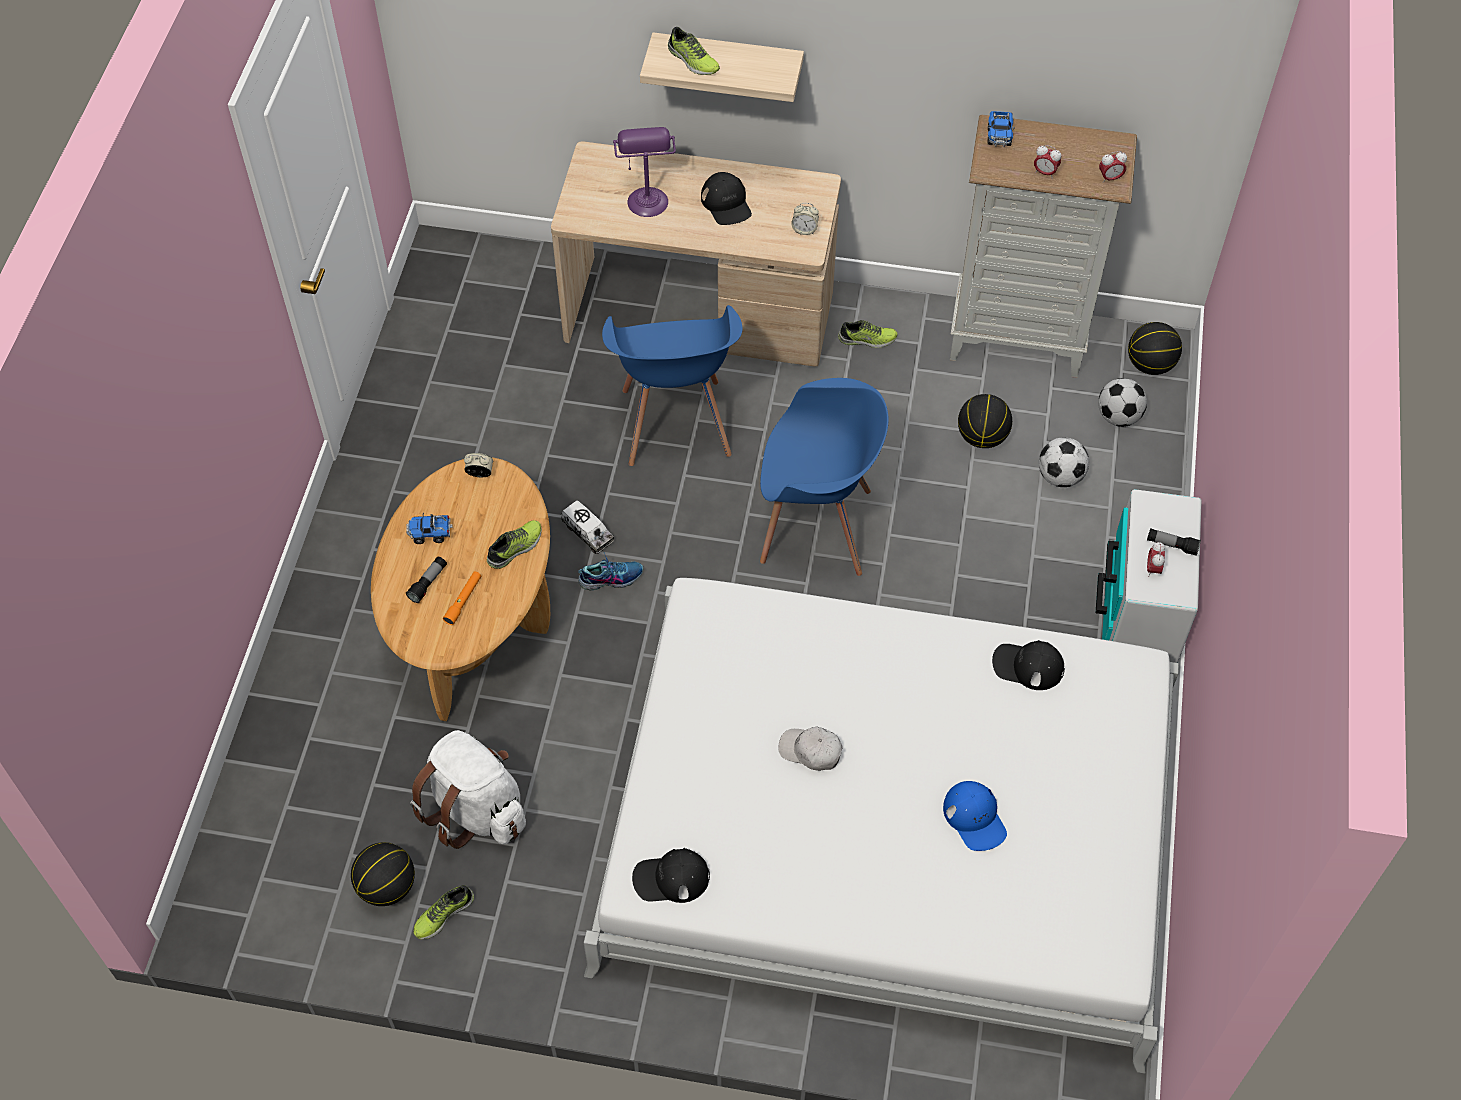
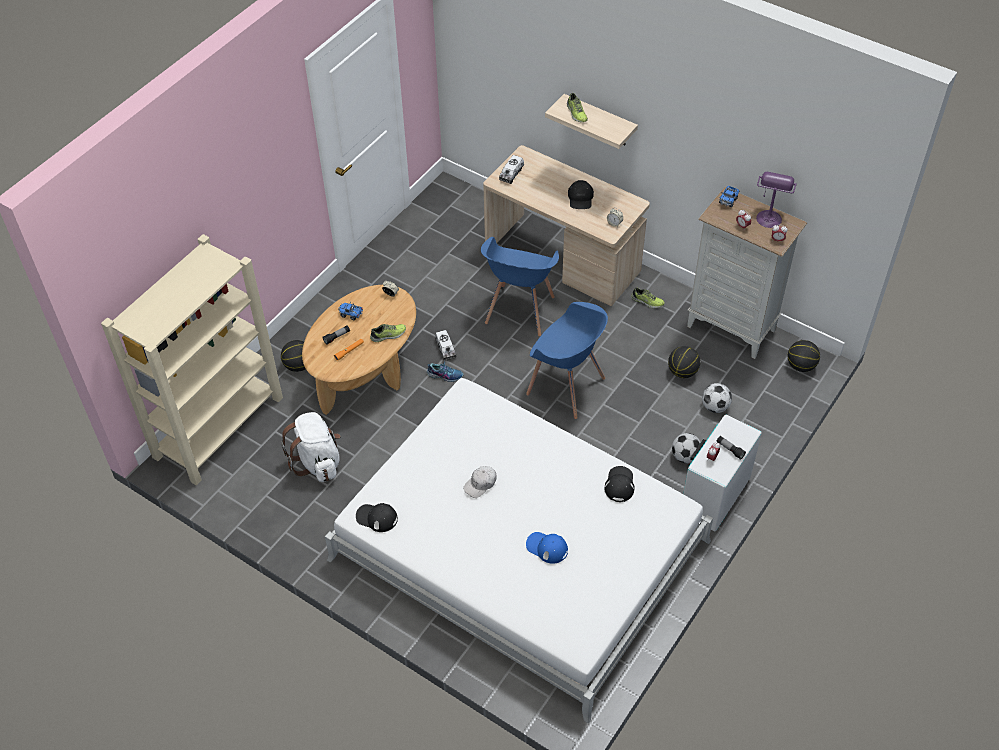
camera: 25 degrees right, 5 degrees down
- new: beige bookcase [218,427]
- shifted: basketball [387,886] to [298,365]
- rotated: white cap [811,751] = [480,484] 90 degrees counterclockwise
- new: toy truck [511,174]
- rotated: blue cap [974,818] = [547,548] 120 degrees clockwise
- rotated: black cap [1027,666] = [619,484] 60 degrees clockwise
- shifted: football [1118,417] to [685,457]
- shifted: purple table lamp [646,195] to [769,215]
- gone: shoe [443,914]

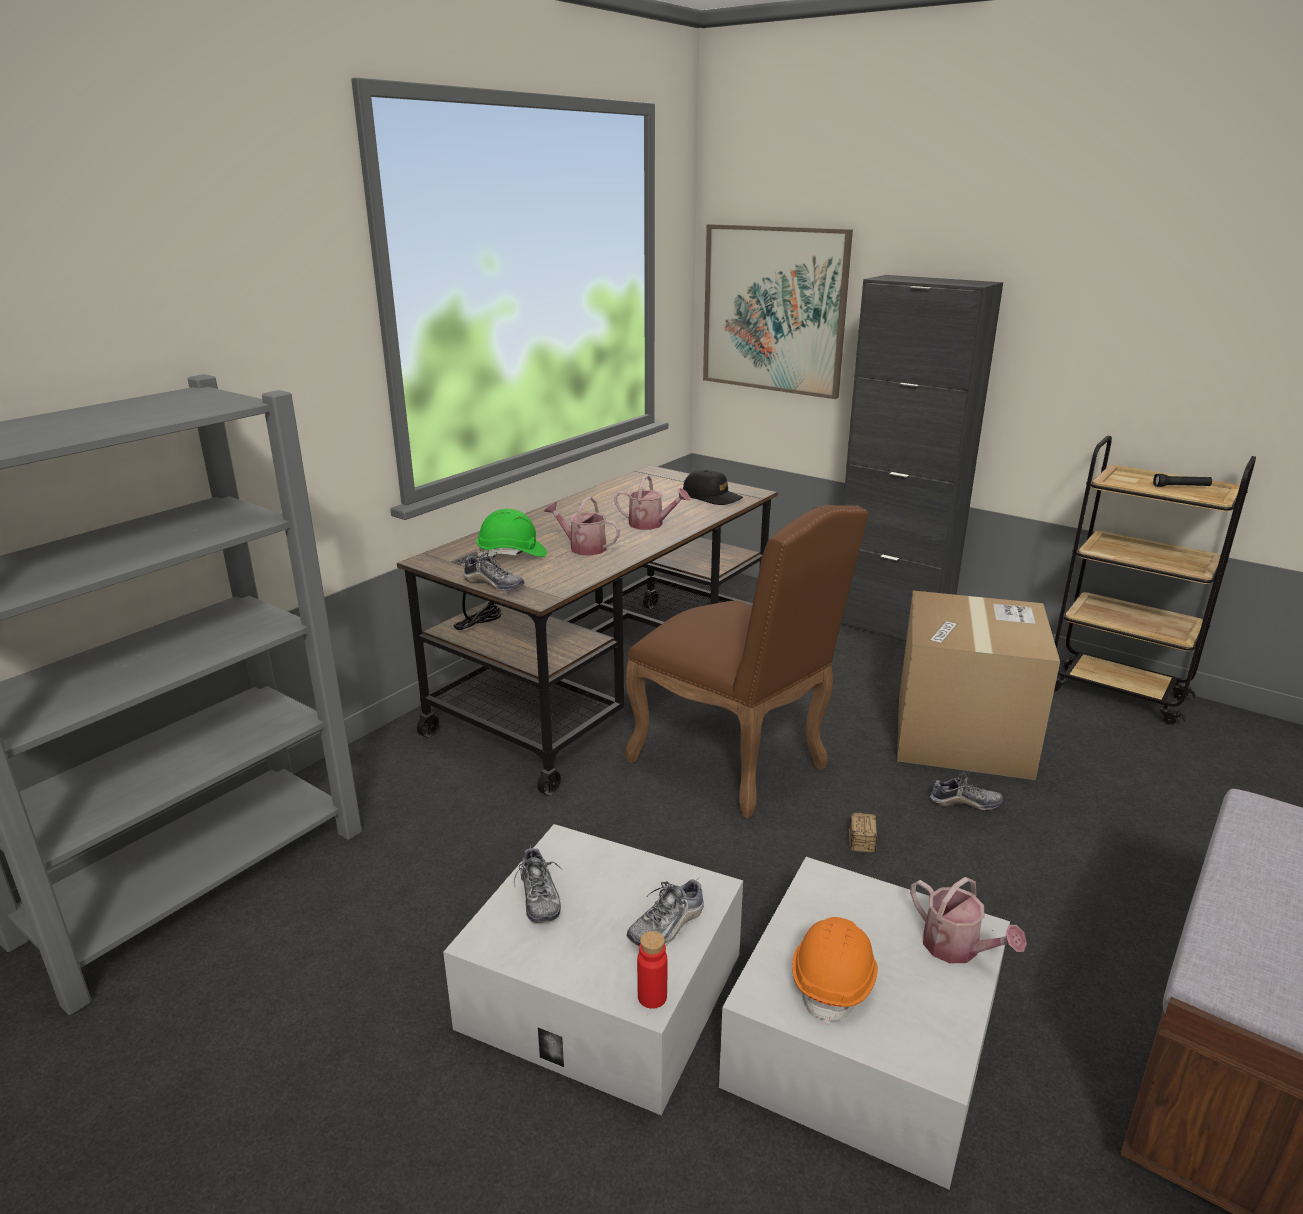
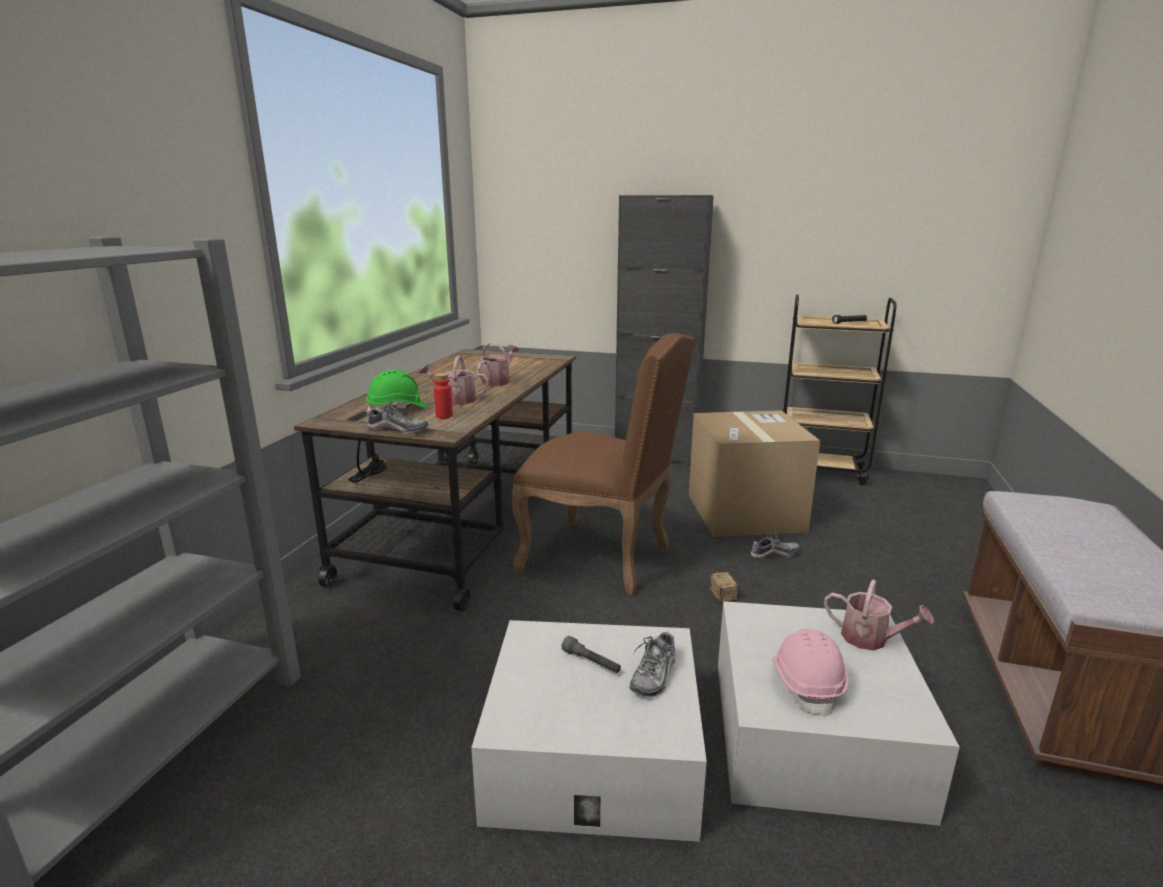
camera: 20 degrees left, 5 degrees down
- shifted: red bottle [652,997] to [444,416]
- rotated: watering can [651,524] = [498,381] 60 degrees counterclockwise
- new: grey flashlight [591,662]
- repainted: orange hard hat [834,981] to pink hard hat [806,684]
- gone: shoe [539,897]
- gone: black cap [712,497]
- gone: picture [774,310]

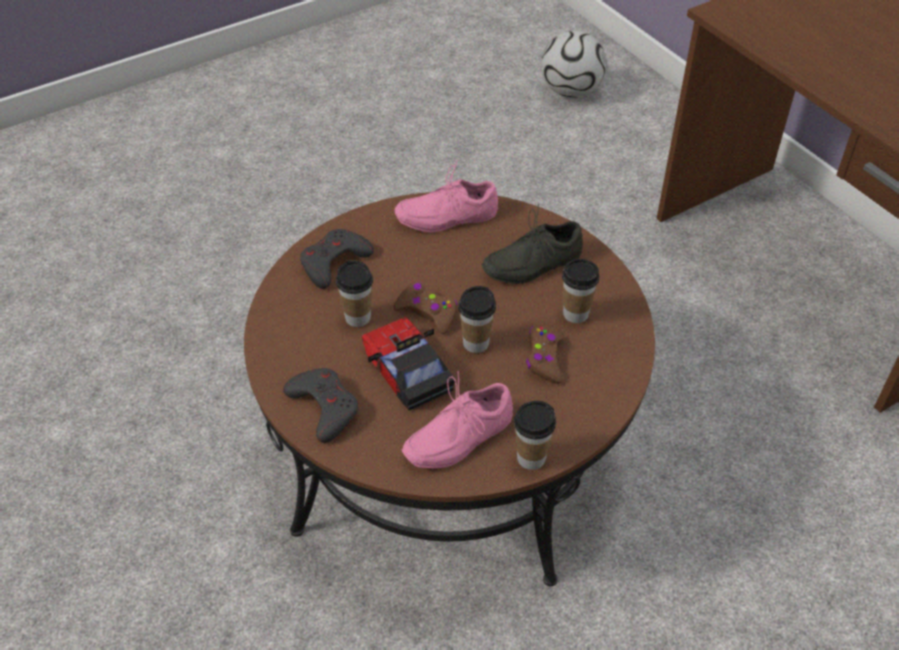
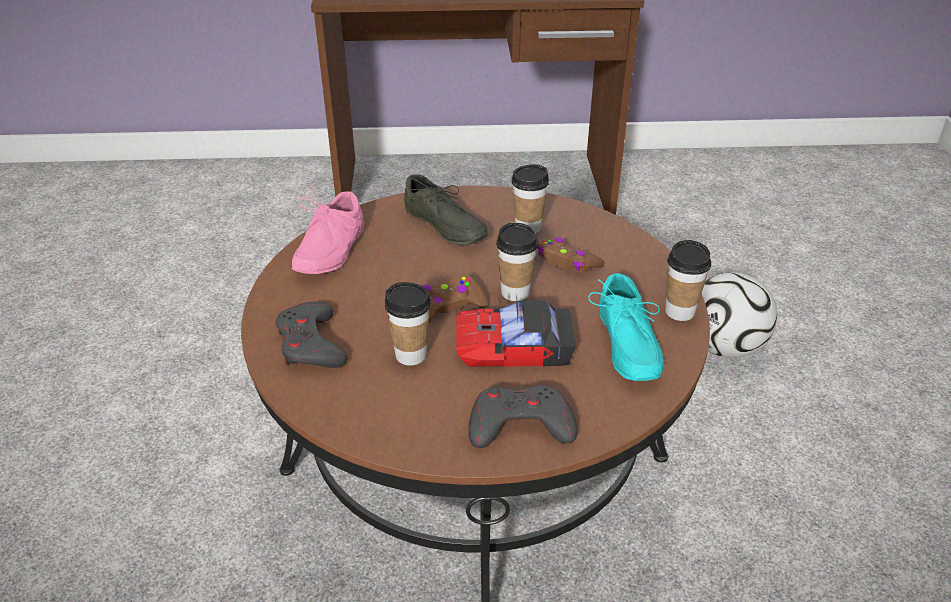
camera: 60 degrees left, 10 degrees down
- rotated: grey shoe [530,262] = [442,227] 45 degrees counterclockwise
- repainted: pink shoe [456,435] to turquoise shoe [623,345]
- shifted: football [571,91] to [724,347]

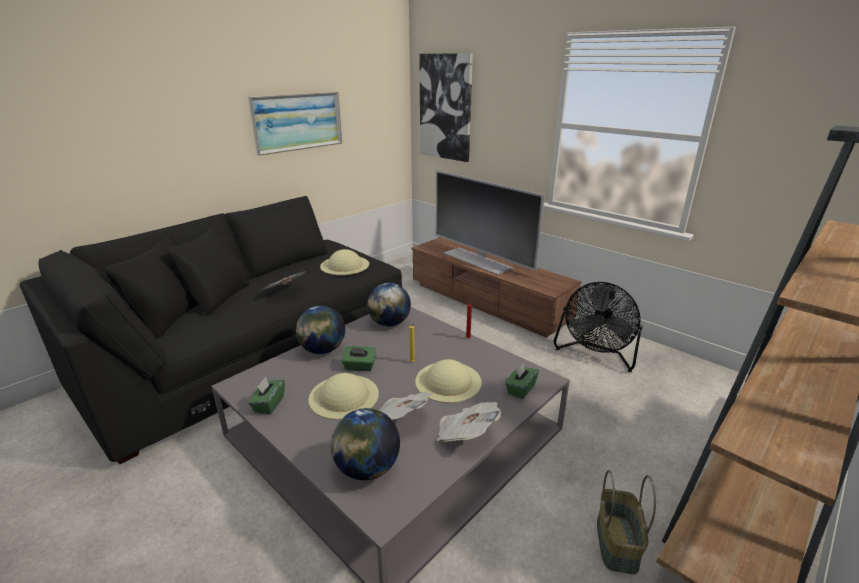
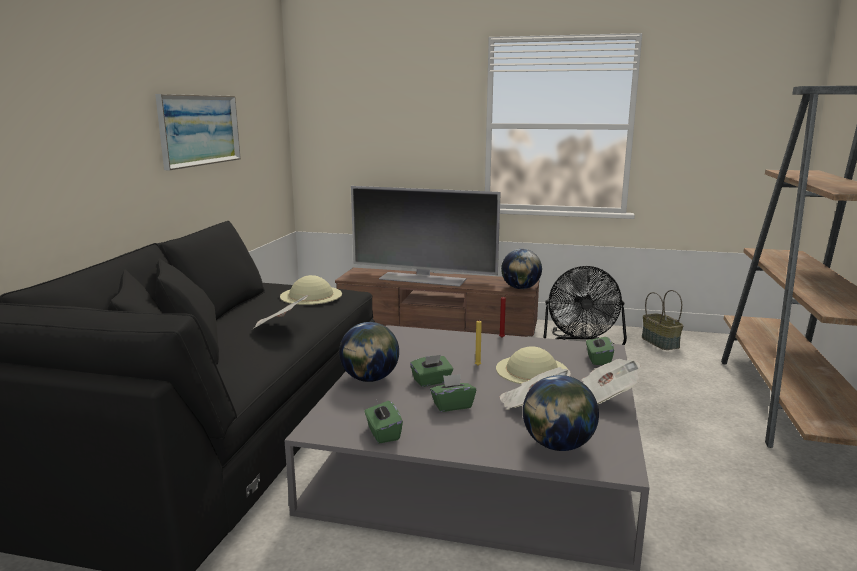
camera: 30 degrees left, 10 degrees down
- swapped: beige hat [344,396] to green tissue box [452,405]
- shifted: globe [389,323] to [520,288]
- shifted: basket [618,544] to [660,342]
- gone: picture [445,107]

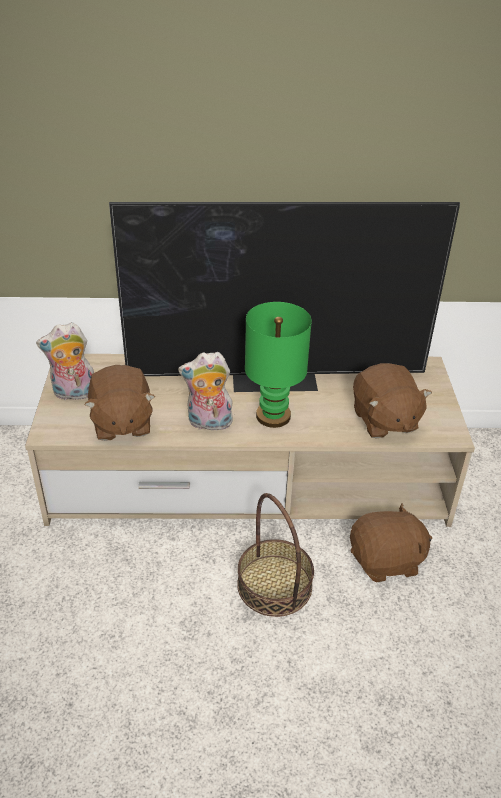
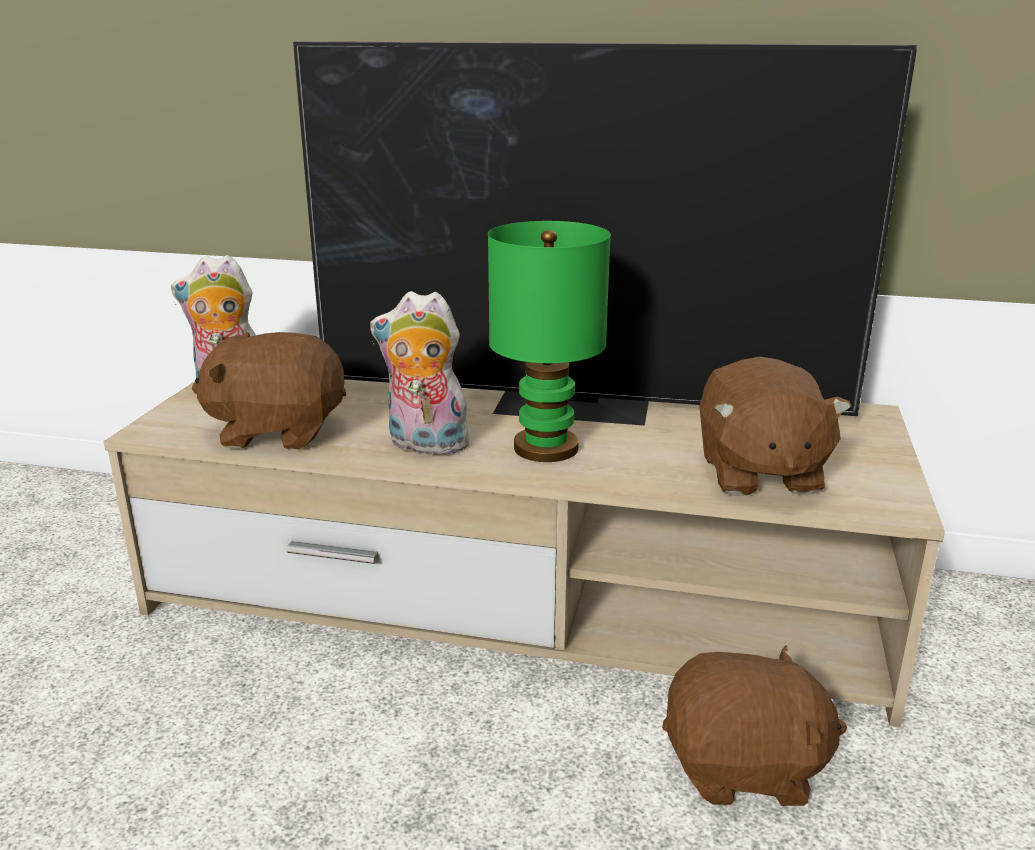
camera: 15 degrees right, 15 degrees down
- rotated: brown plush toy [121,423] = [278,431] 90 degrees clockwise
- gone: basket [275,585]

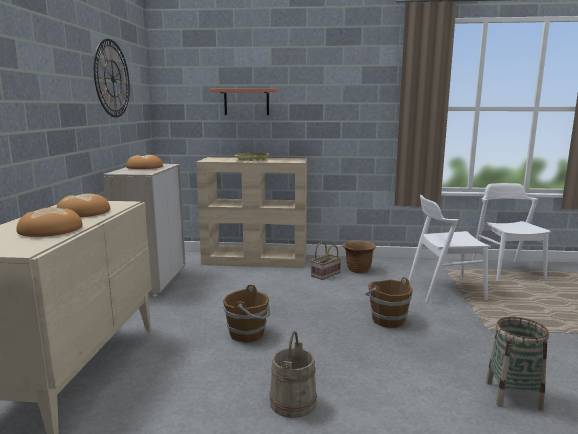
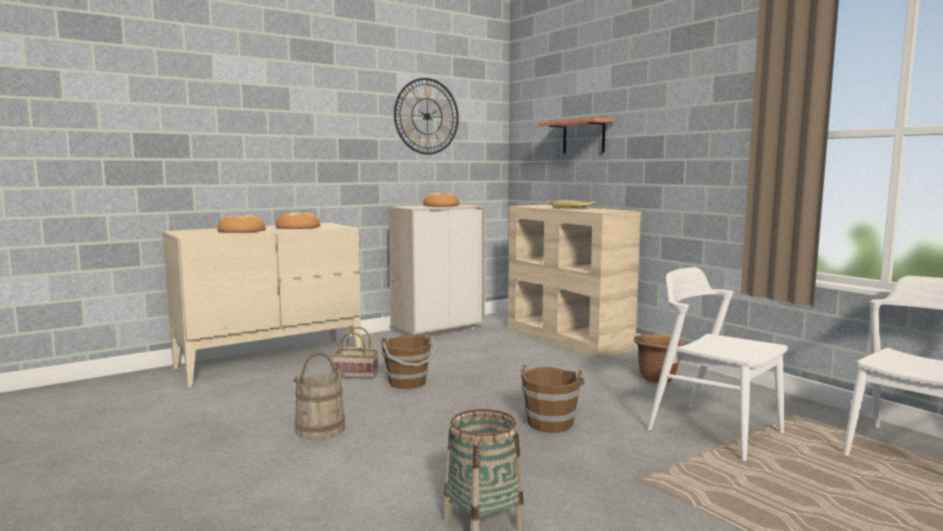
camera: 50 degrees right, 5 degrees down
- shifted: basket [325,275] to [354,375]

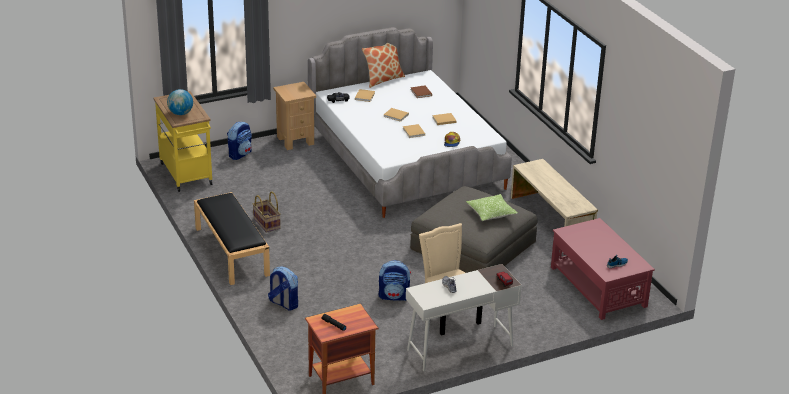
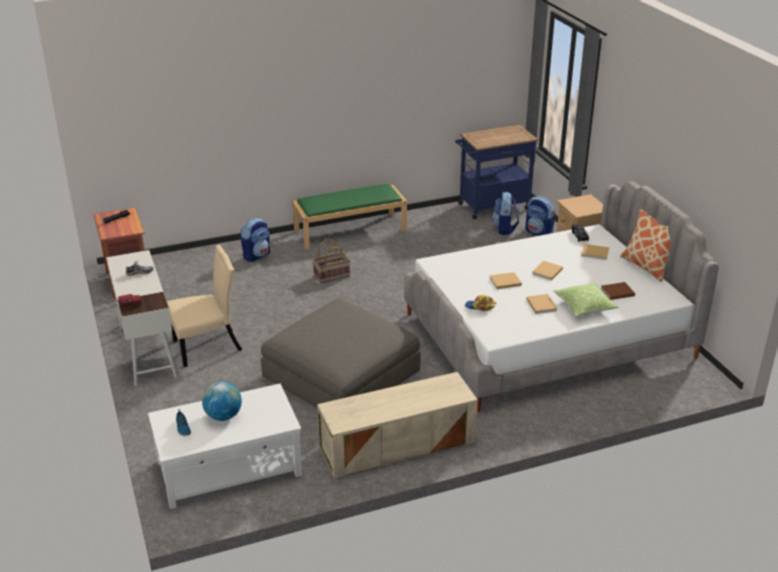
camera: 95 degrees right, 0 degrees up
- repainted: red coffee table [598,286] to white coffee table [230,468]
- shifted: globe [180,113] to [223,416]
- repainted: black bench [231,251] to green bench [351,230]
- shifted: basket [266,223] to [331,275]
- repainted: yellow cart [186,175] to blue cart [491,207]
- shifted: backpack [394,296] to [504,229]
- shifted: pillow [491,213] to [584,306]

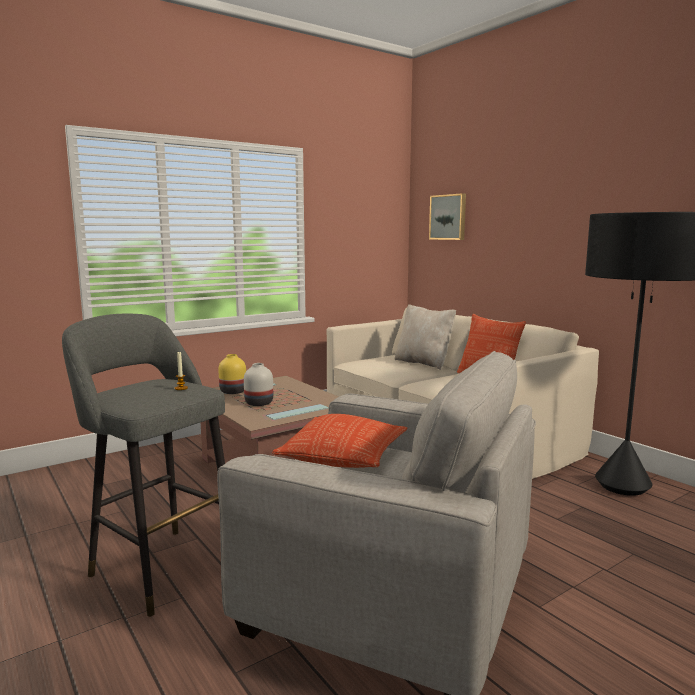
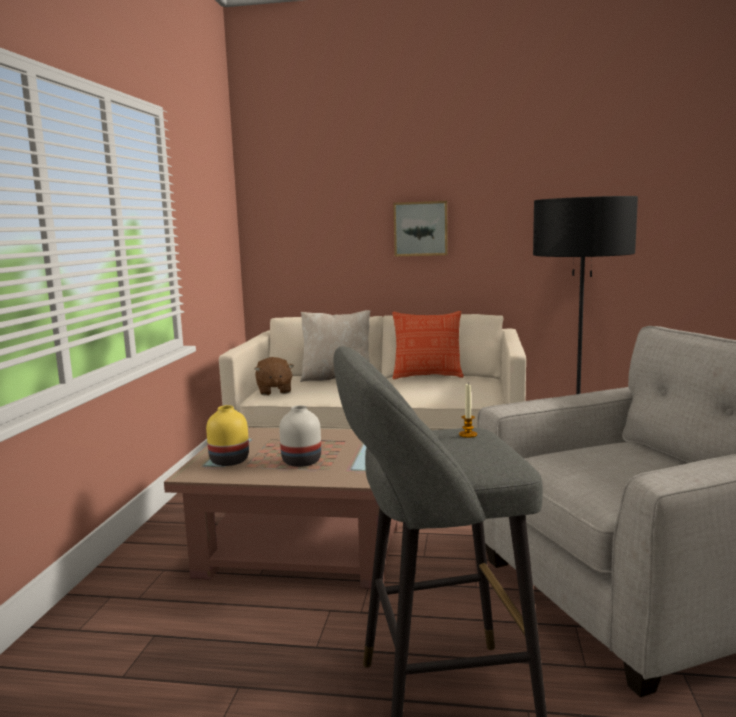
camera: 45 degrees left, 0 degrees up
- new: brown plush toy [274,391]
- shifted: picture [448,217] to [420,228]
- gone: orange pillow [342,458]

